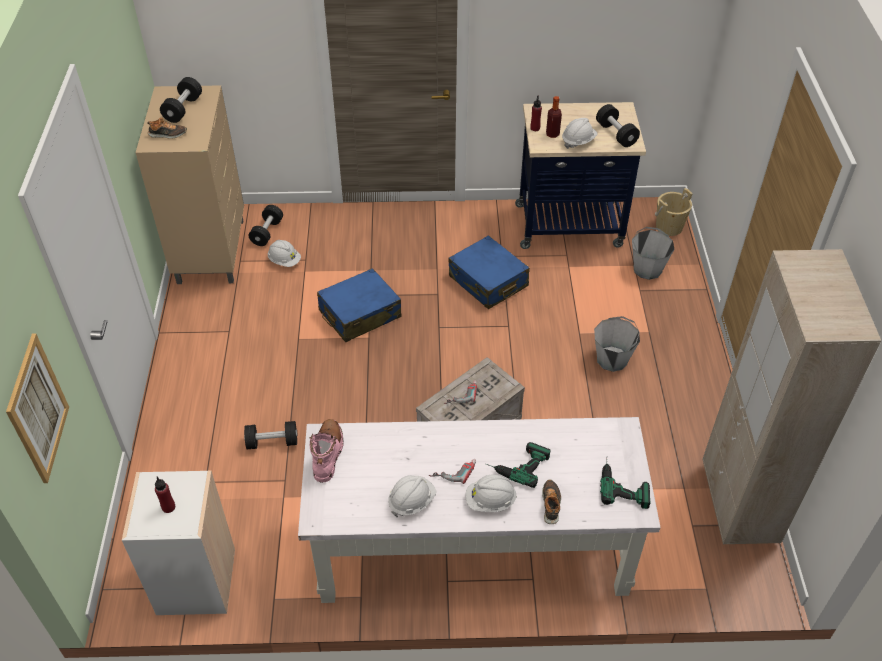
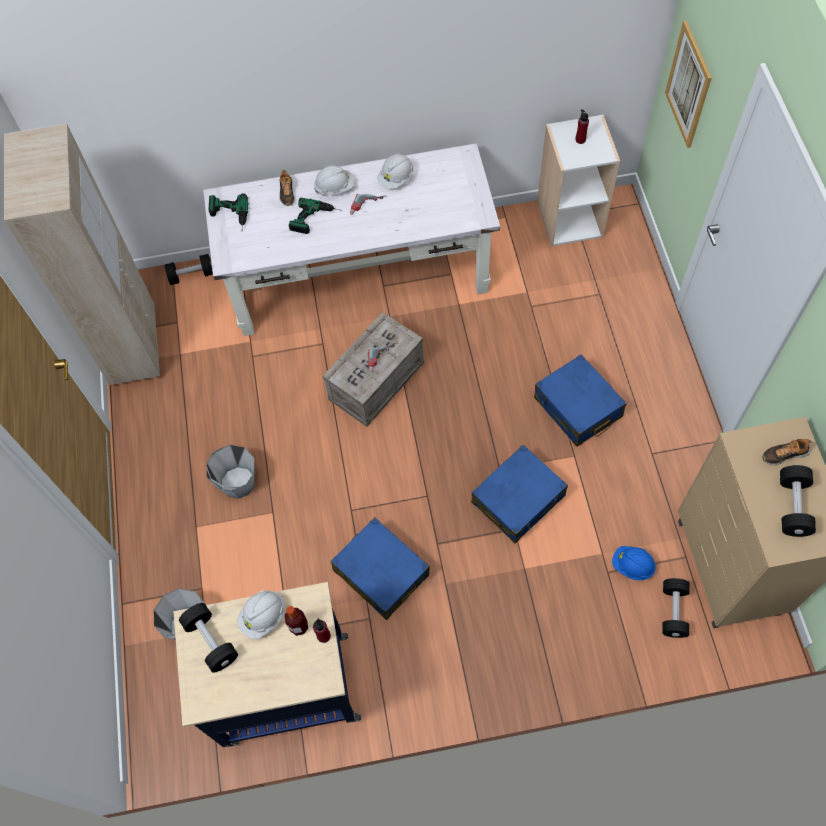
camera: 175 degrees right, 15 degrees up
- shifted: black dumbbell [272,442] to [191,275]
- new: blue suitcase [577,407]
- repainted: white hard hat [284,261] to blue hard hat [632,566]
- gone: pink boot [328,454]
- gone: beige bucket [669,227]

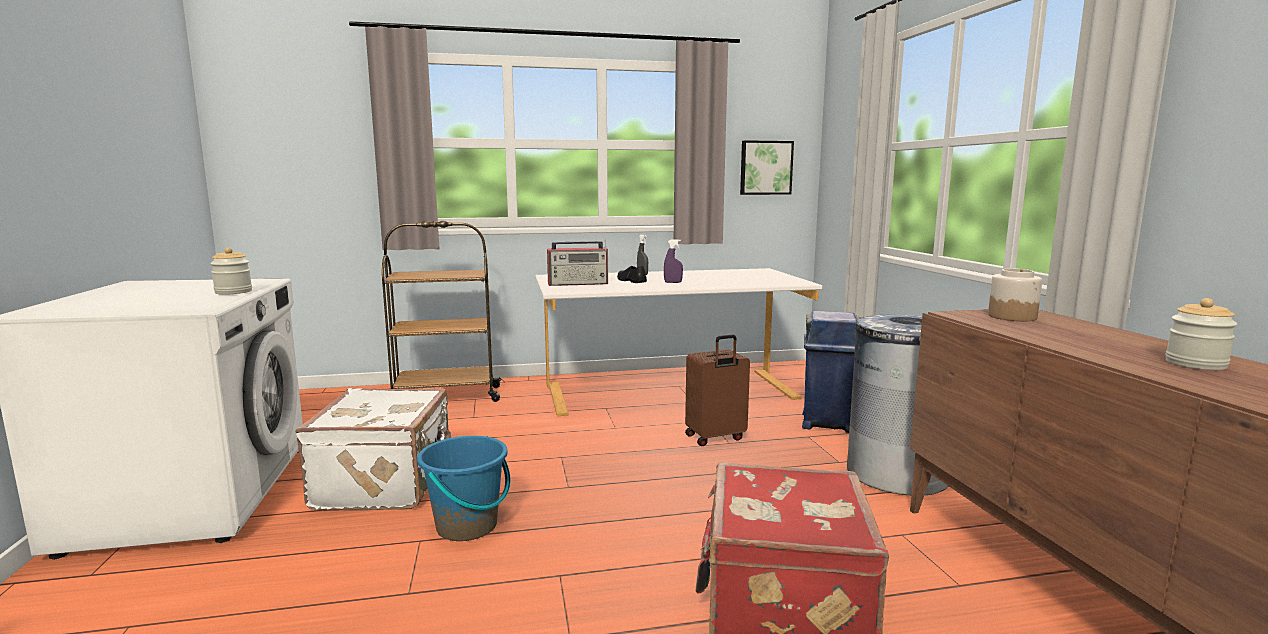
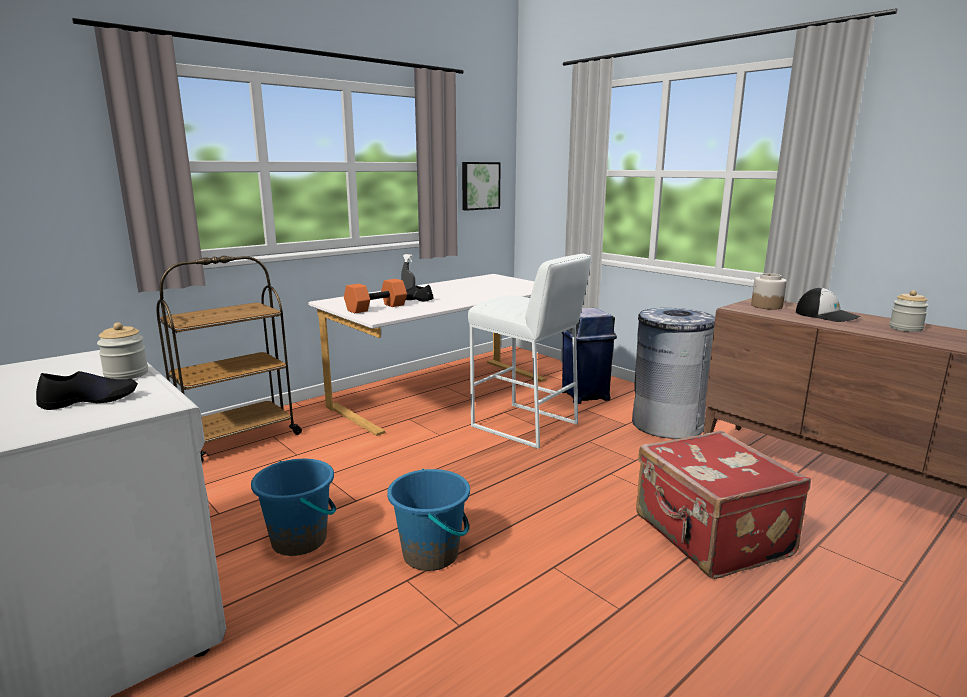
camera: 30 degrees left, 5 degrees up
- new: black shoe [90,400]
- swapped: white suitcase [387,483] to blue bucket [300,540]
- swapped: radio [579,283] to orange dumbbell [376,307]
- swapped: brown suitcase [715,438] to white stool [526,425]
- new: cap [827,315]
- gone: purple spray bottle [673,282]

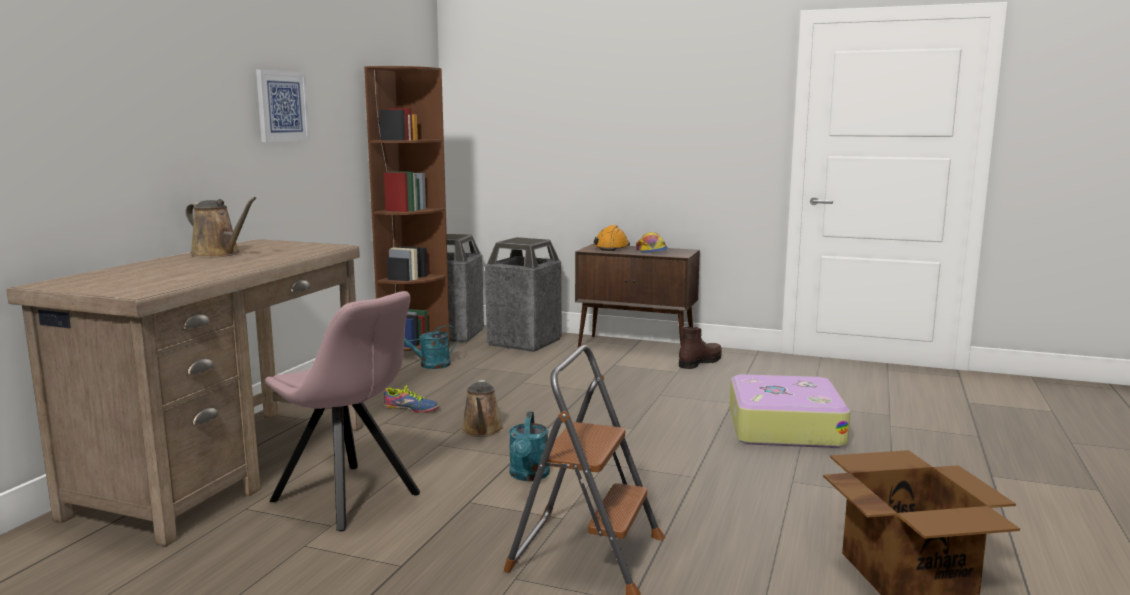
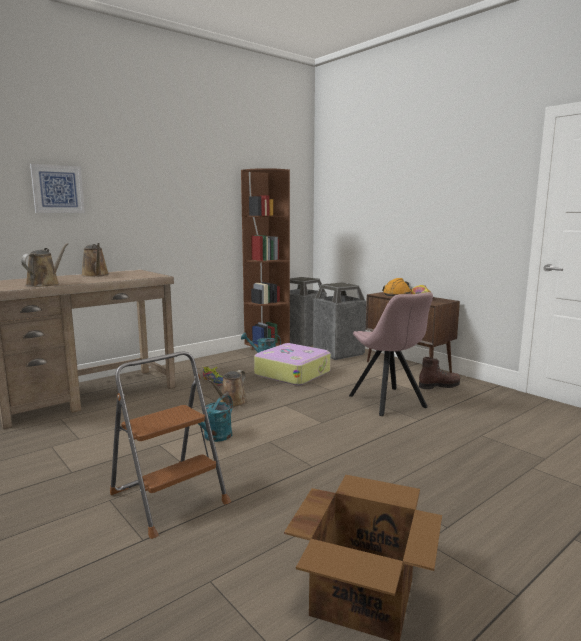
camera: 30 degrees right, 0 degrees up
- new: brown watering can [45,284]
- shifted: picture [282,106] to [57,189]
- shifted: suitcase [783,427] to [292,373]
- shifted: pink chair [347,497] to [388,401]

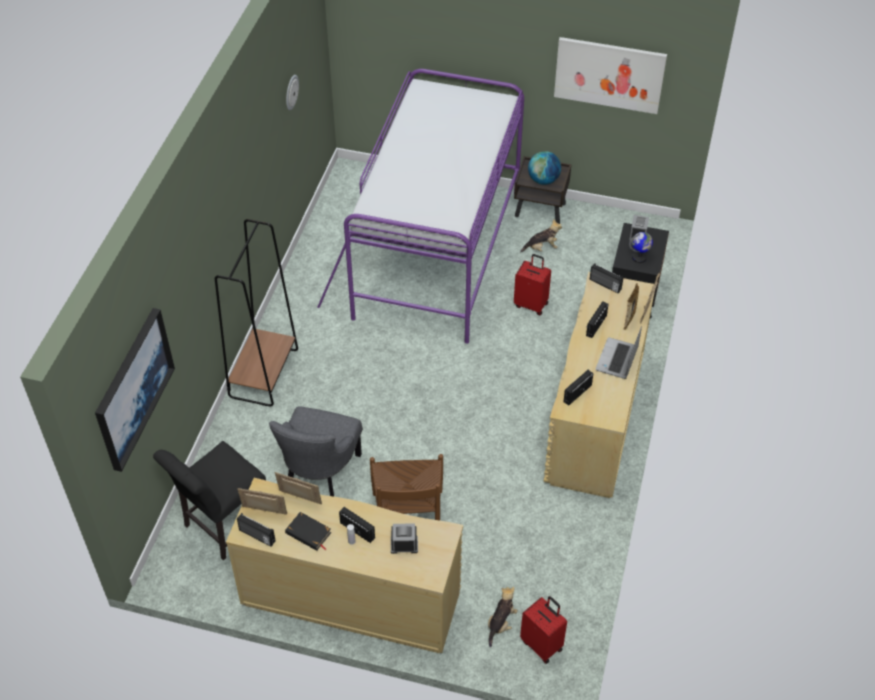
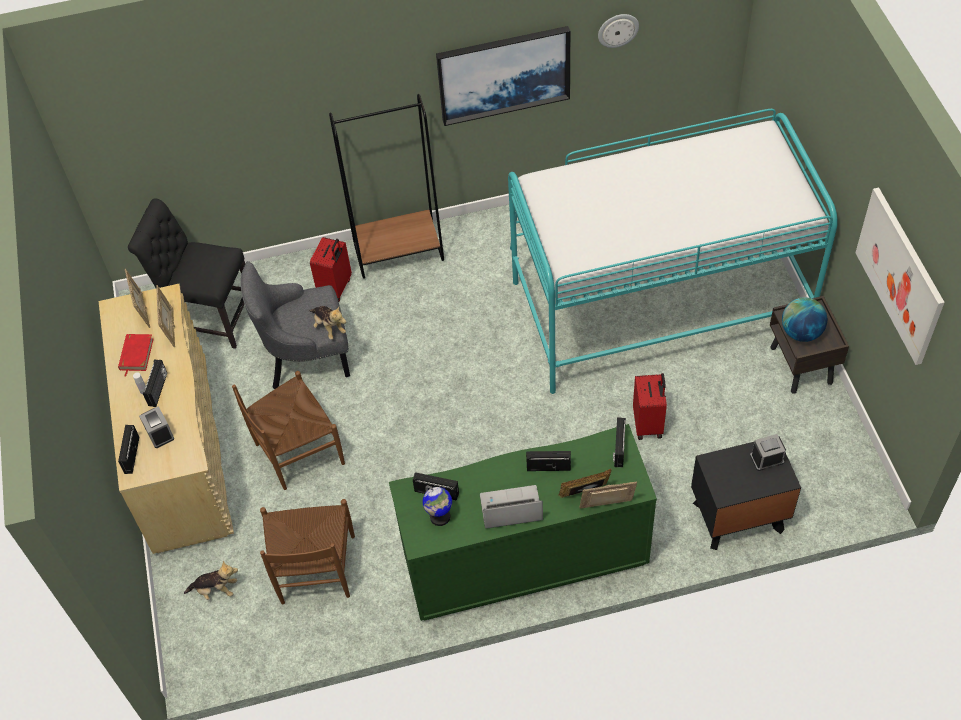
camera: 65 degrees right, 5 degrees up
- repainted: black book [308,533] to red book [136,354]
- shifted: radio [256,536] to [131,455]
- new: brown chair [315,571]
- shifted: red suitcase [542,644] to [336,288]
- shifted: plush toy [541,248] to [329,327]
- repainted: beige dresser [594,419] to green dresser [524,558]
- shifted: globe [639,258] to [440,517]
- shifted: picture [133,388] to [504,74]
- repainted: purple bed [435,255] to turquoise bed [654,305]

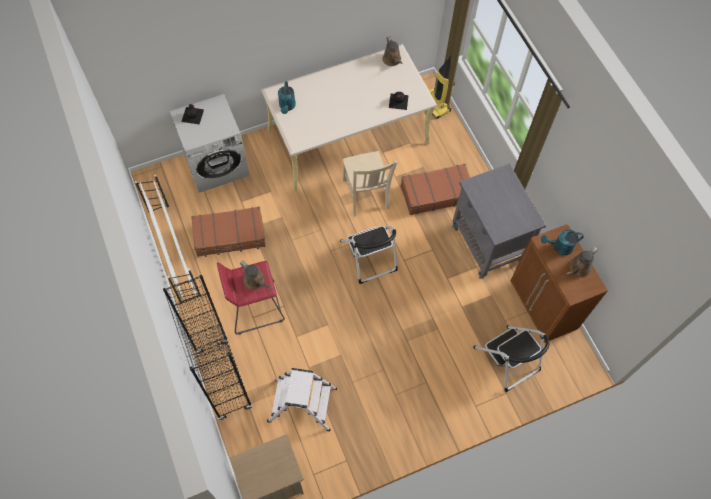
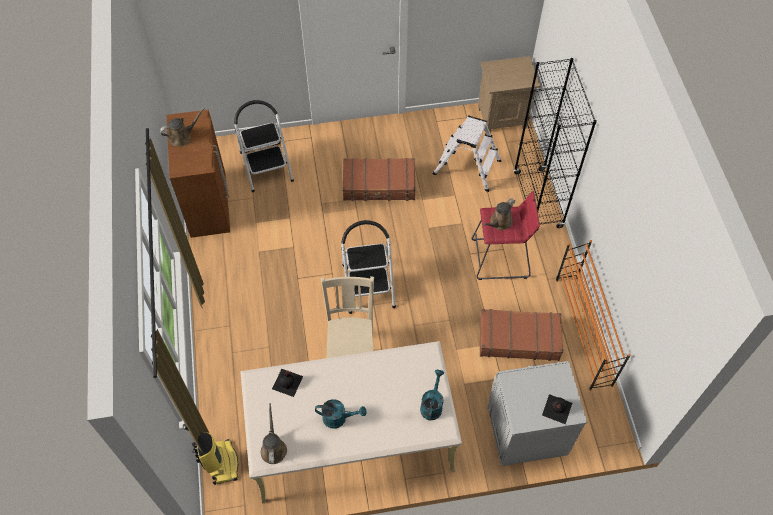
camera: 165 degrees left, 5 degrees down
- shifted: turquoise watering can [559,247] to [339,418]
- shifted: brown suitcase [436,193] to [379,185]
- rotated: brown watering can [255,281] = [499,222] 105 degrees counterclockwise
- repainted: white shoe rack [174,253] to orange shoe rack [583,332]
- gone: grey cart [487,245]

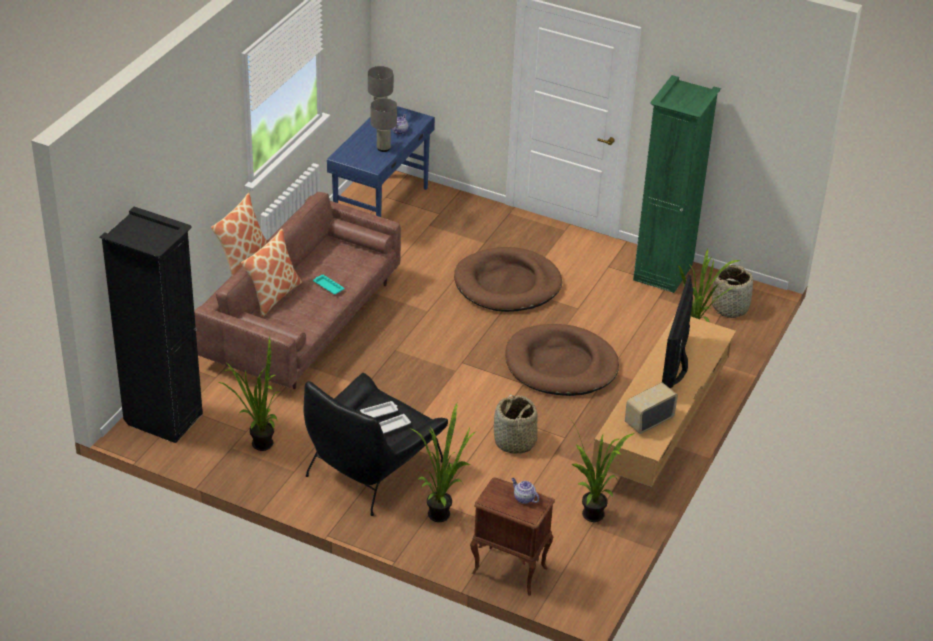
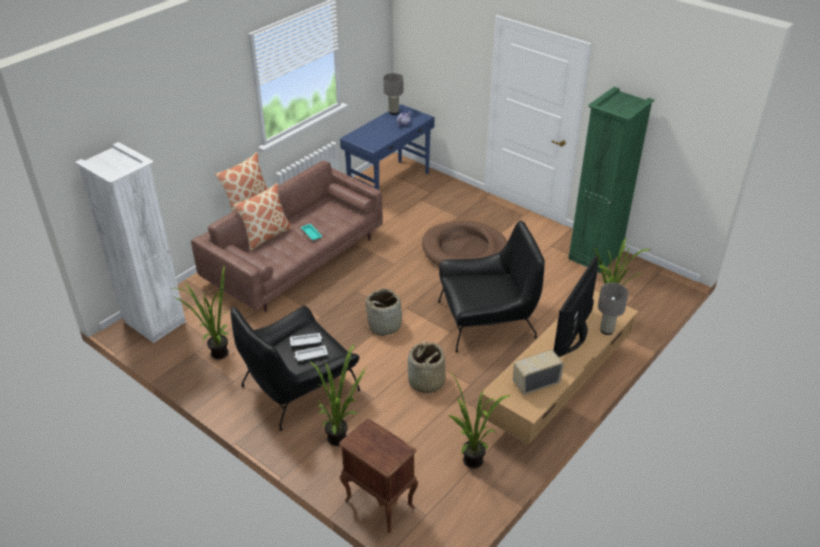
camera: 15 degrees right, 0 degrees up
- repainted: black cabinet [164,418] to white cabinet [155,322]
- shifted: basket [730,307] to [385,325]
- swapped: brown dog bed [561,365] to black armchair [487,320]
- shifted: grey table lamp [383,148] to [606,330]
- gone: teapot [523,498]

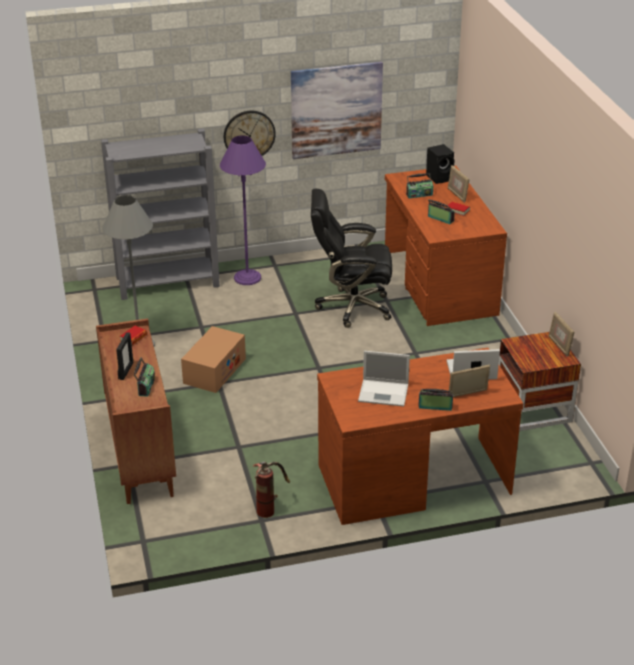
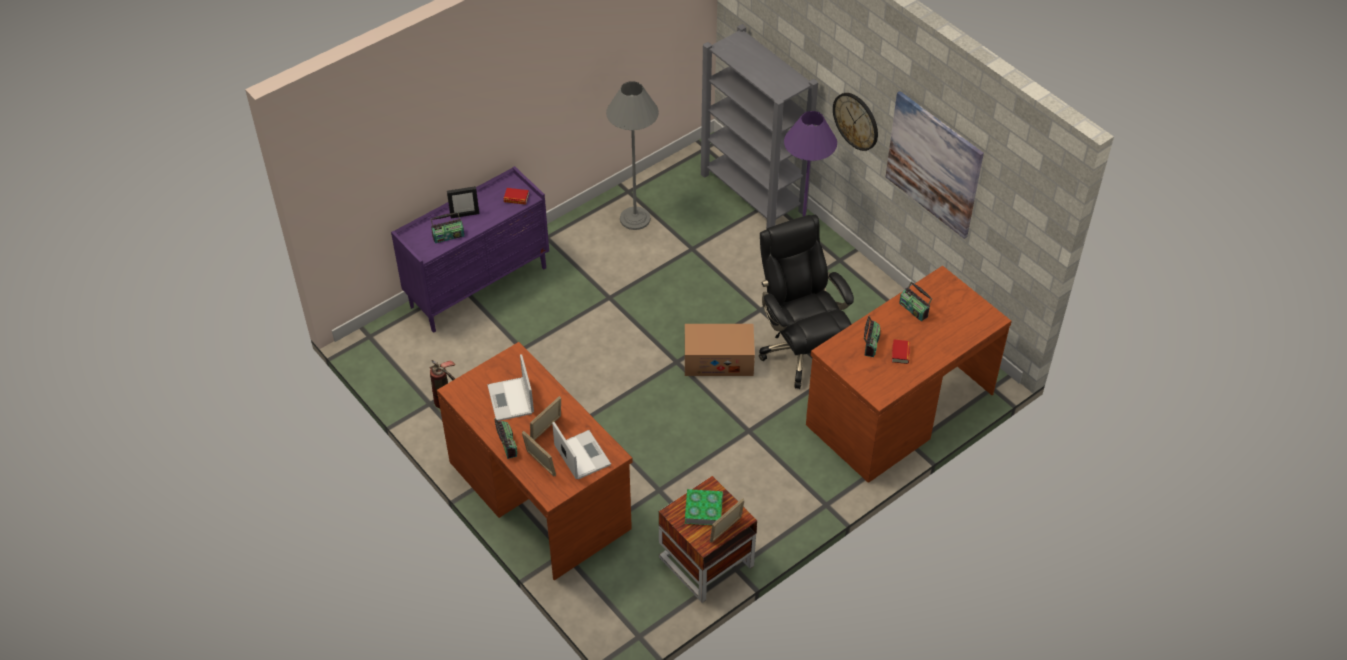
camera: 65 degrees right, 15 degrees up
- repainted: brown cabinet [140,453] to purple cabinet [479,287]
- shifted: picture frame [457,195] to [546,429]
- shifted: cardboard box [214,371] to [718,360]
- new: book [703,510]
- gone: black speaker [440,177]

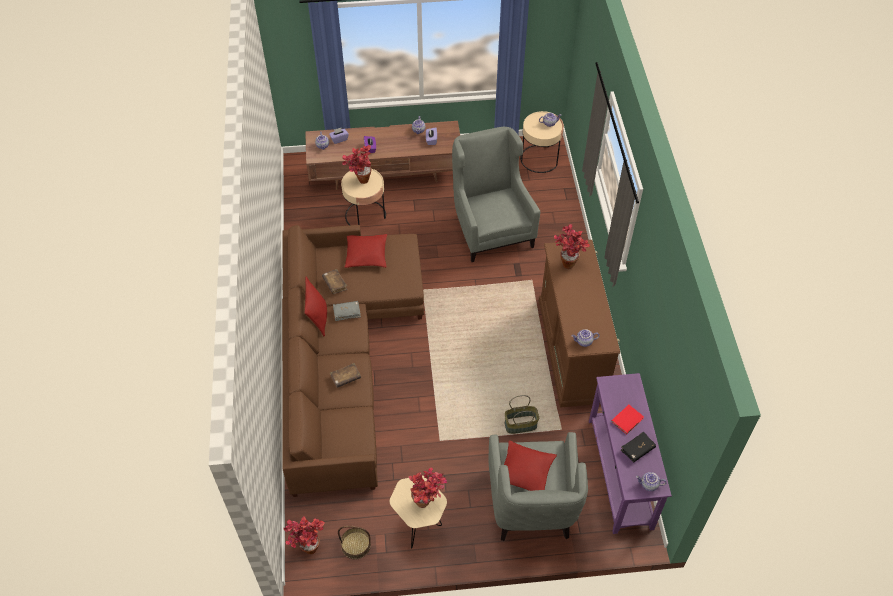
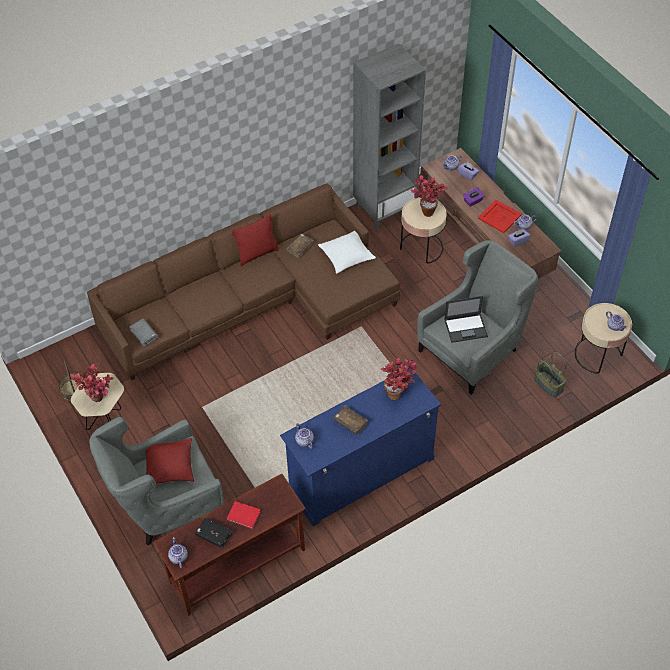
camera: 65 degrees right, 0 degrees up
- shifted: grey book [347,312] to [144,334]
- repainted: purple console table [620,474] to brown console table [236,566]
- repainted: brown cabinet [571,350] to blue cabinet [360,474]
- repainted: red pillow [366,255] to white pillow [346,255]
- shifted: brown book [346,378] to [350,423]
- new: grey bookcase [384,210]
- new: laptop [466,328]
- new: red tray [499,216]
- shifted: basket [521,424] to [549,384]
- gone: potted plant [307,546]

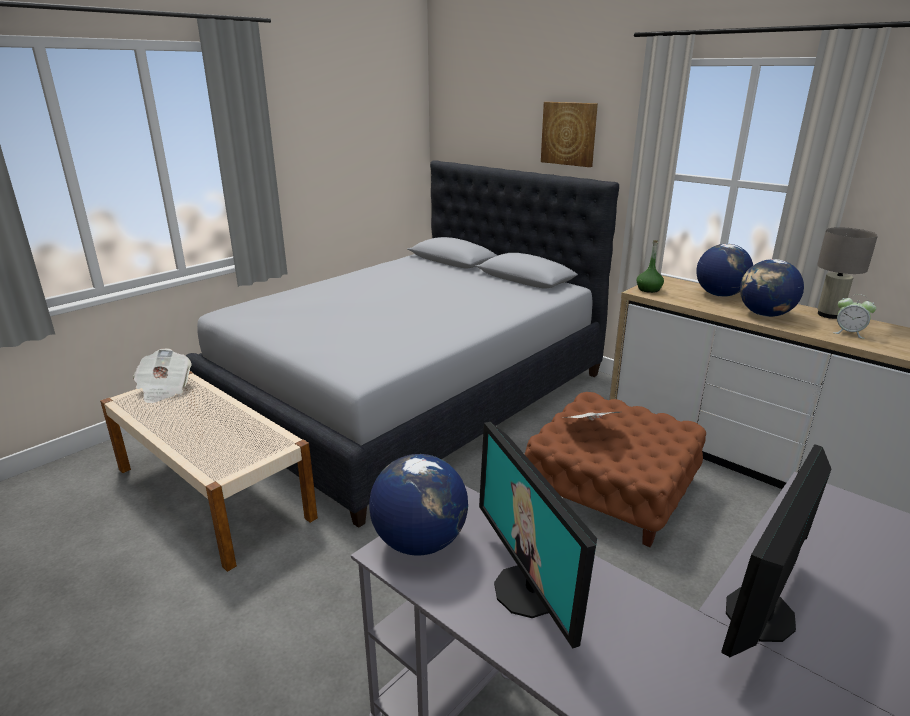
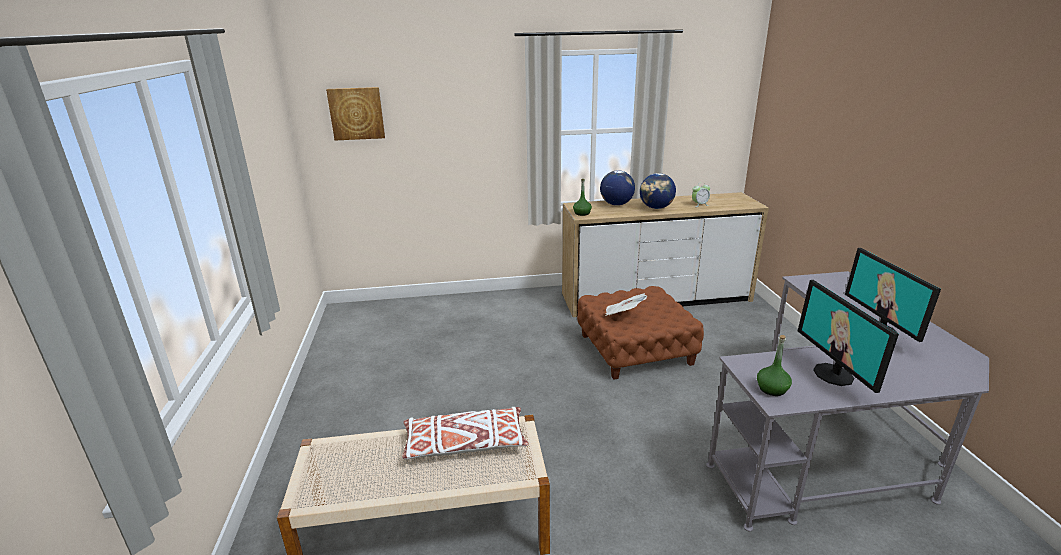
camera: 50 degrees left, 0 degrees up
- shifted: picture [569,133] to [356,113]
- new: white pillow [465,444]
- swapped: globe [419,542] to green bottle [772,389]
- rotated: monitor [527,590] = [834,374] 60 degrees clockwise
- gone: newspaper [164,389]
- gone: grey bed [412,395]
- gone: grey table lamp [828,314]

